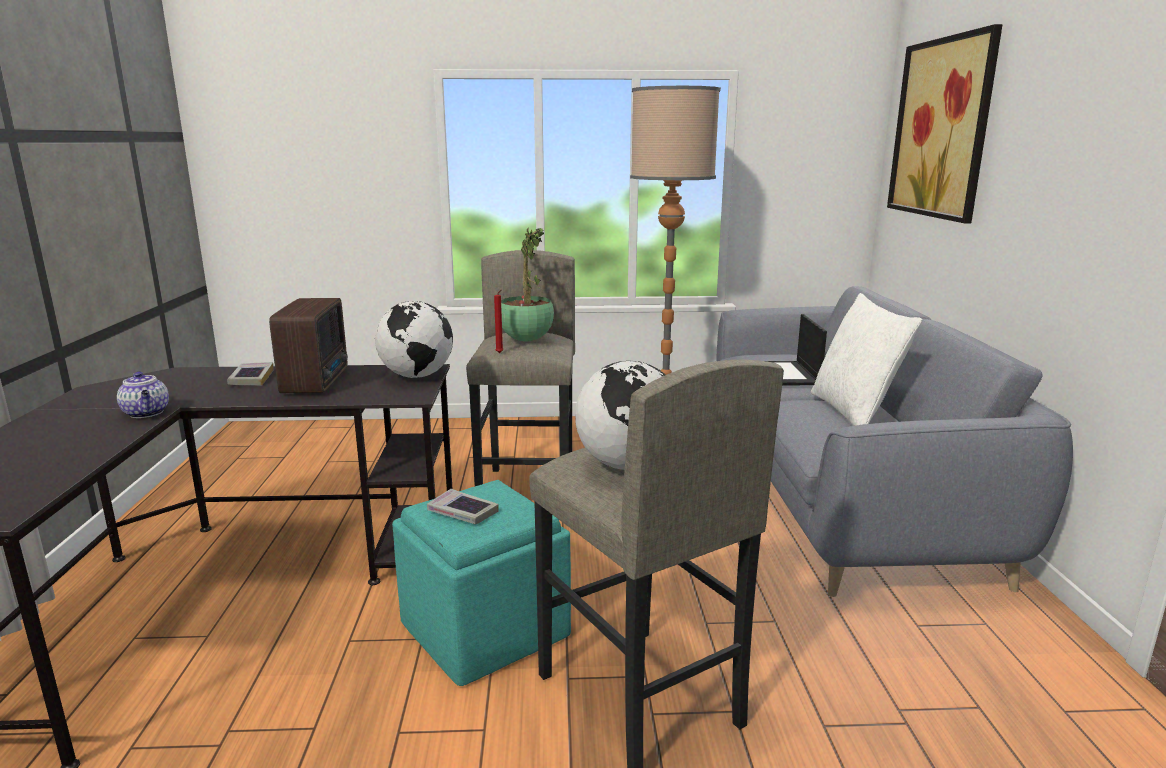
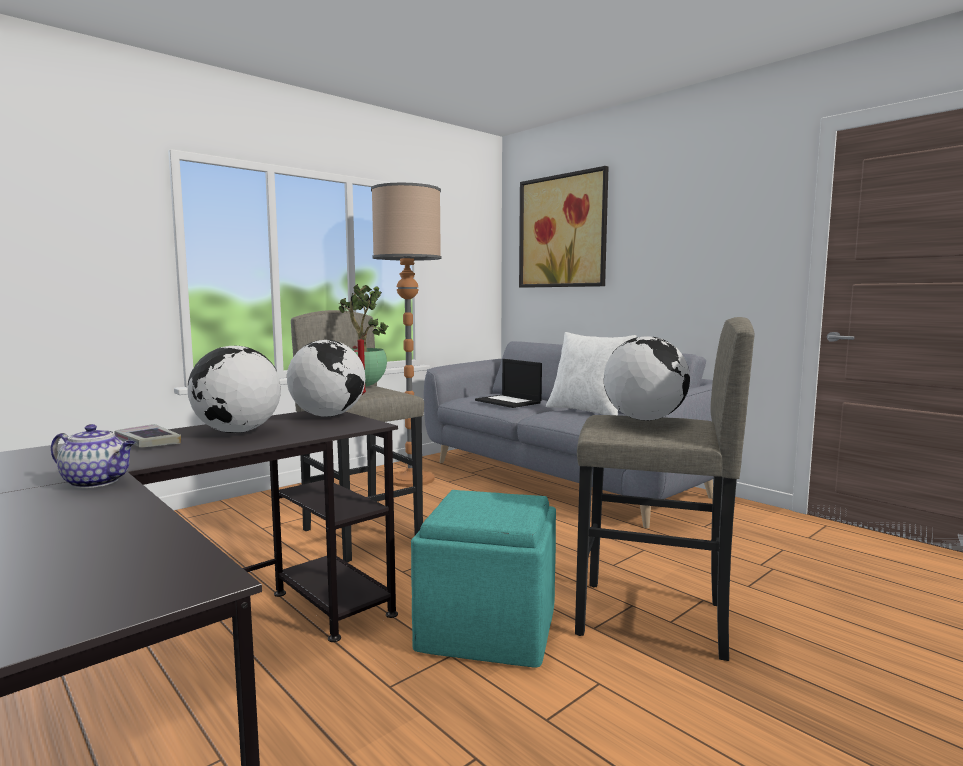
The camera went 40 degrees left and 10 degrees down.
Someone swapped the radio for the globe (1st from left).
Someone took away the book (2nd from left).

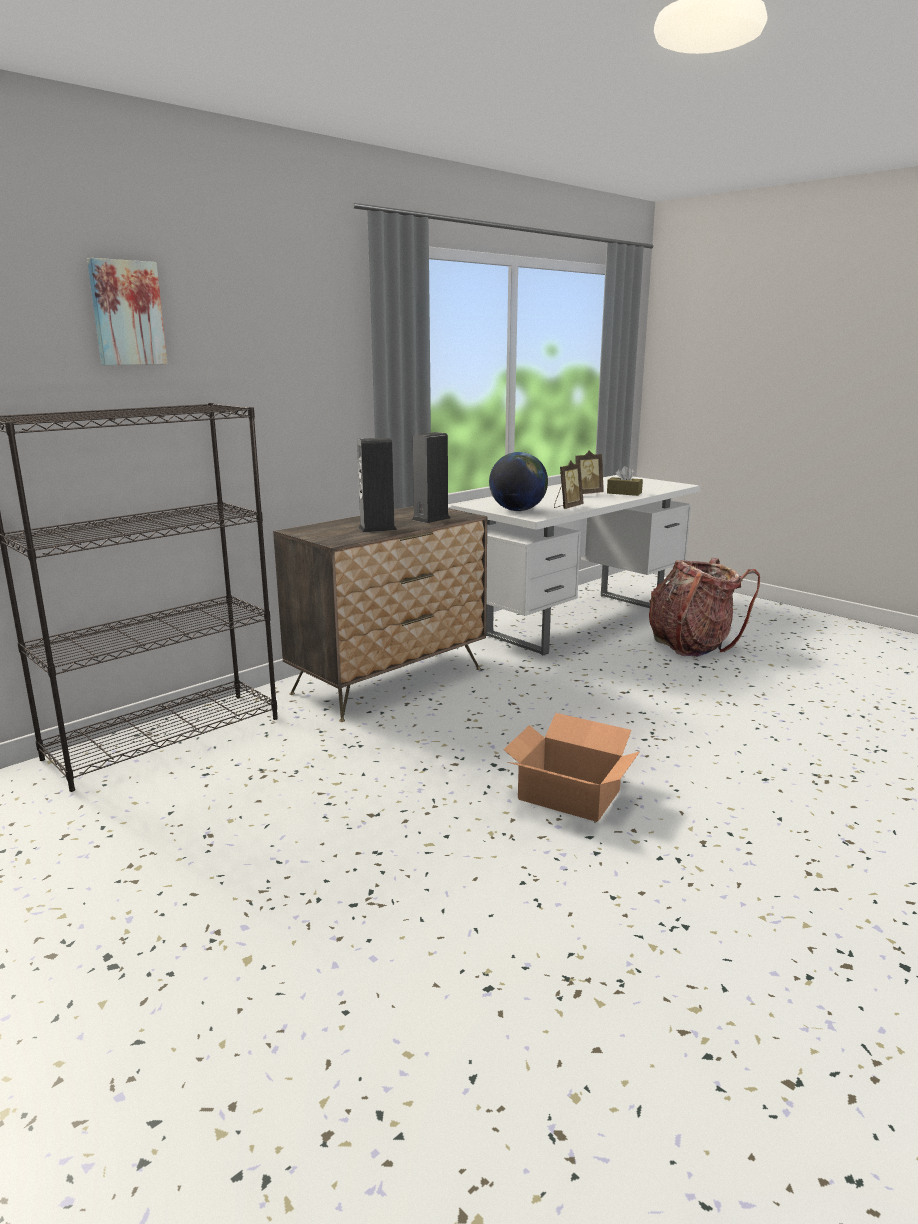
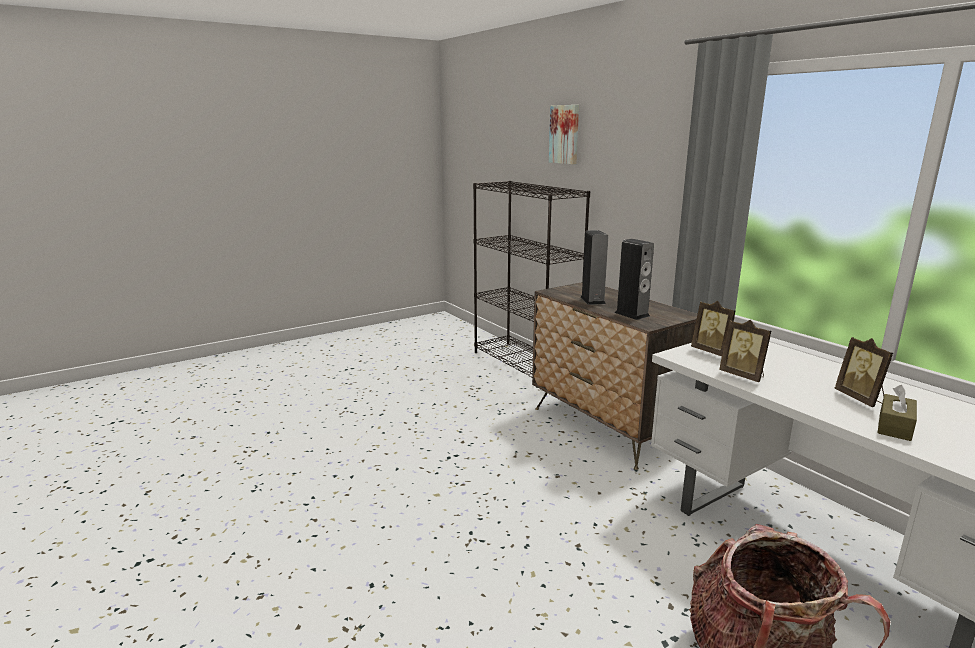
The camera went 100 degrees right and 0 degrees up.
Someone swapped the globe for the picture frame (1st from left).
Someone took away the cardboard box.

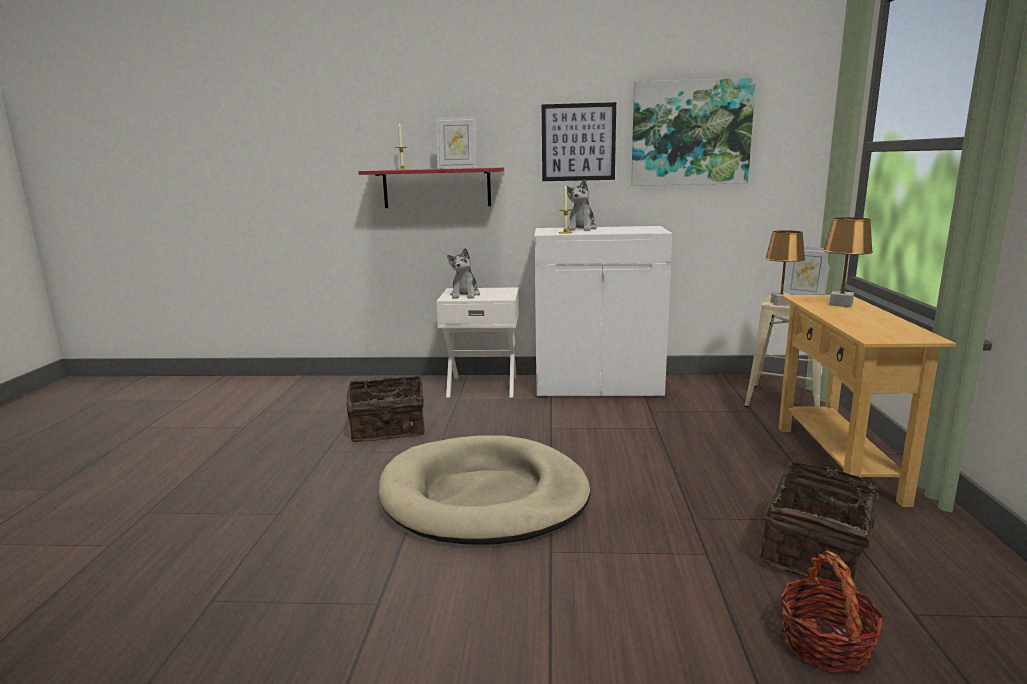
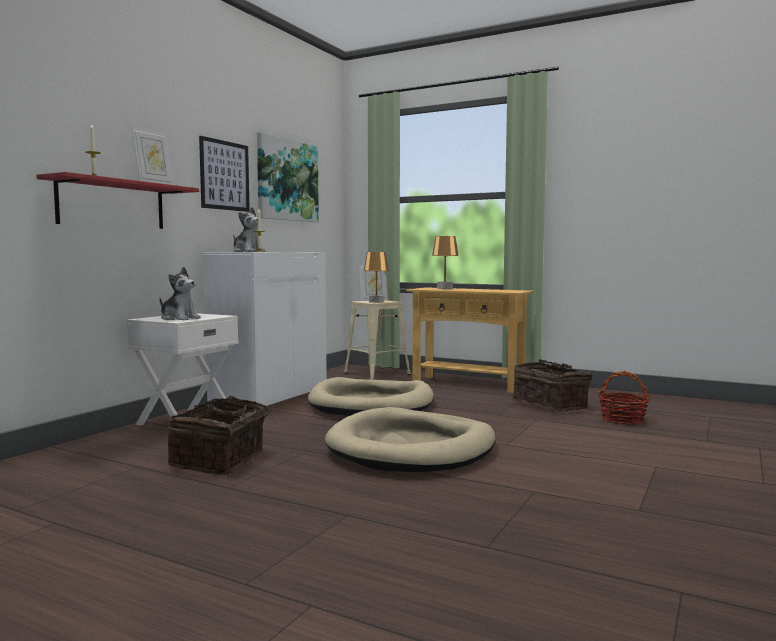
The camera went 65 degrees left and 10 degrees down.
Someone put down the beige dog bed (1st from left).

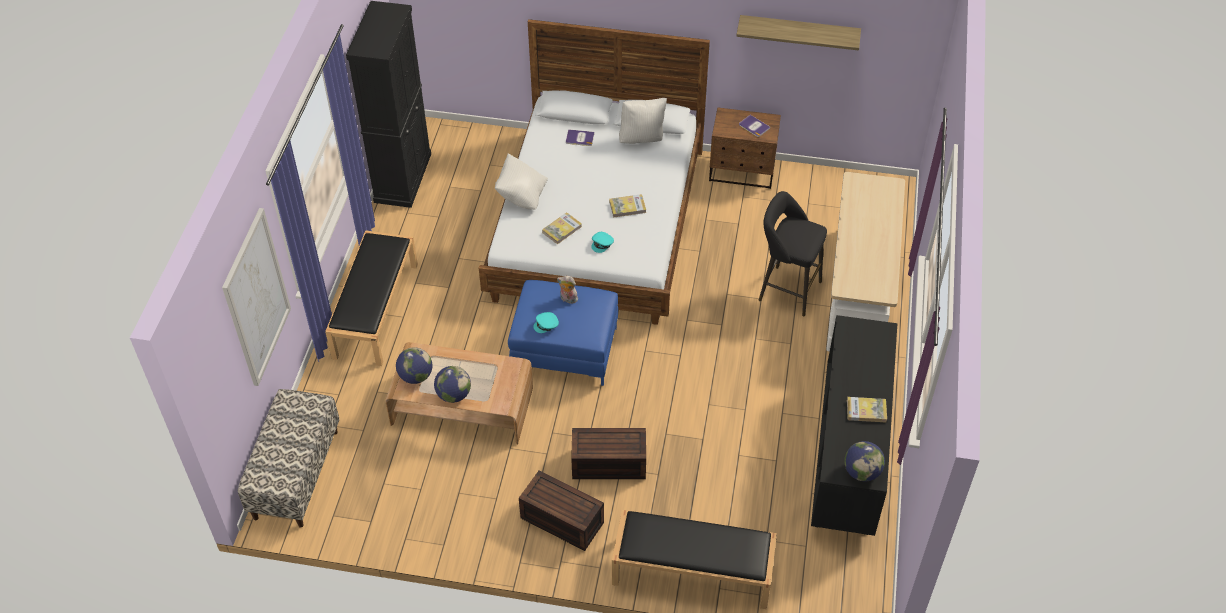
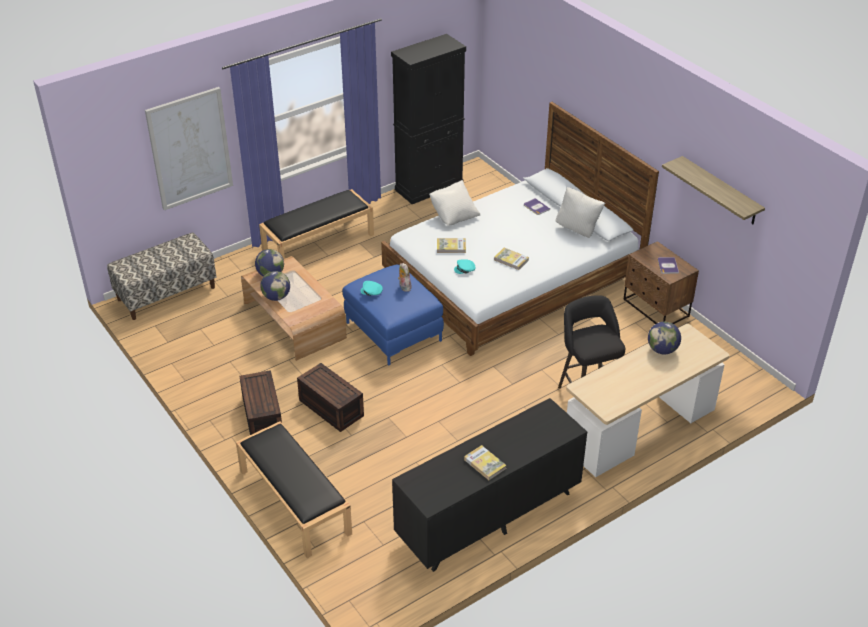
The camera went 45 degrees right and 10 degrees down.
Someone carried the globe (3rd from left).

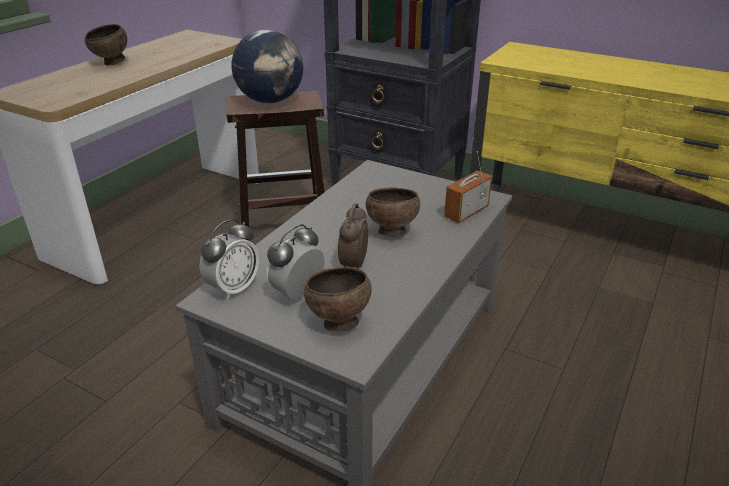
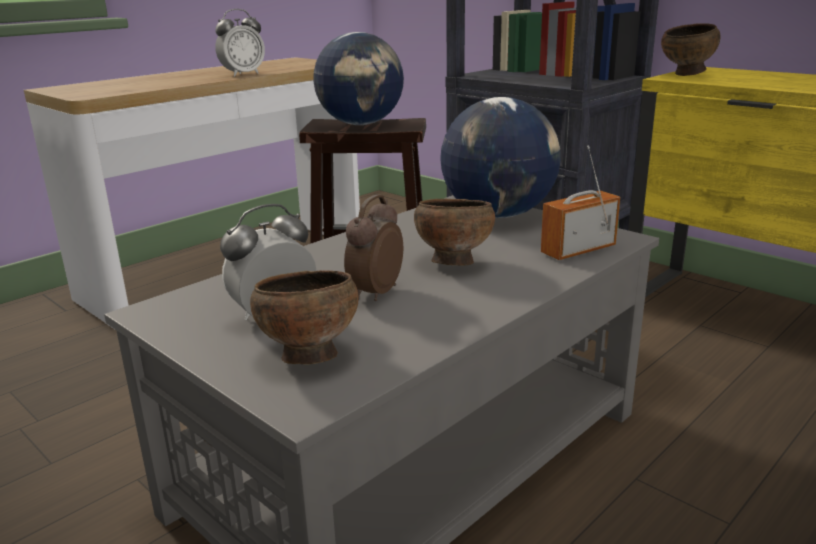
The camera went 15 degrees right and 10 degrees down.
Someone carried the alarm clock (1st from left).
Someone put down the globe (2nd from left).
Someone carried the brown bowl (1st from left in the first image).

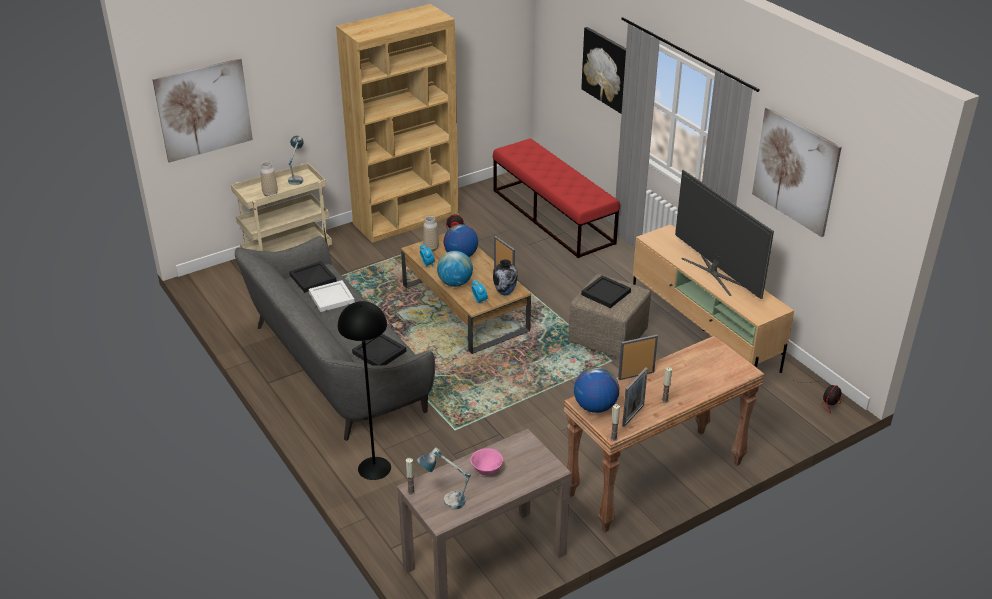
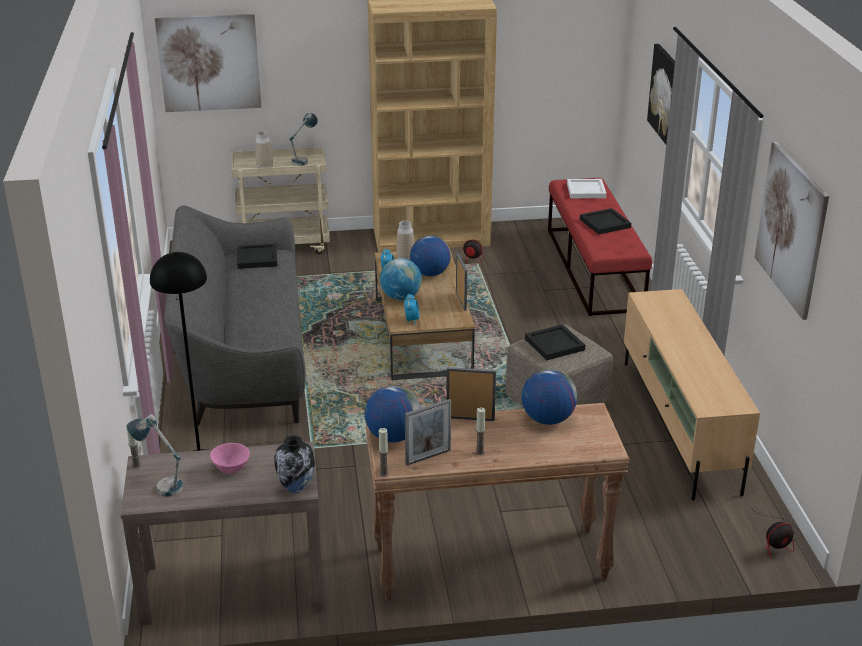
The camera went 25 degrees right and 5 degrees down.
Someone carried the vase (3rd from left in the first image).
Someone put down the globe (4th from left).
Someone carried the white tray.
Someone carried the black tray (2nd from left in the first image).
Someone took away the television.

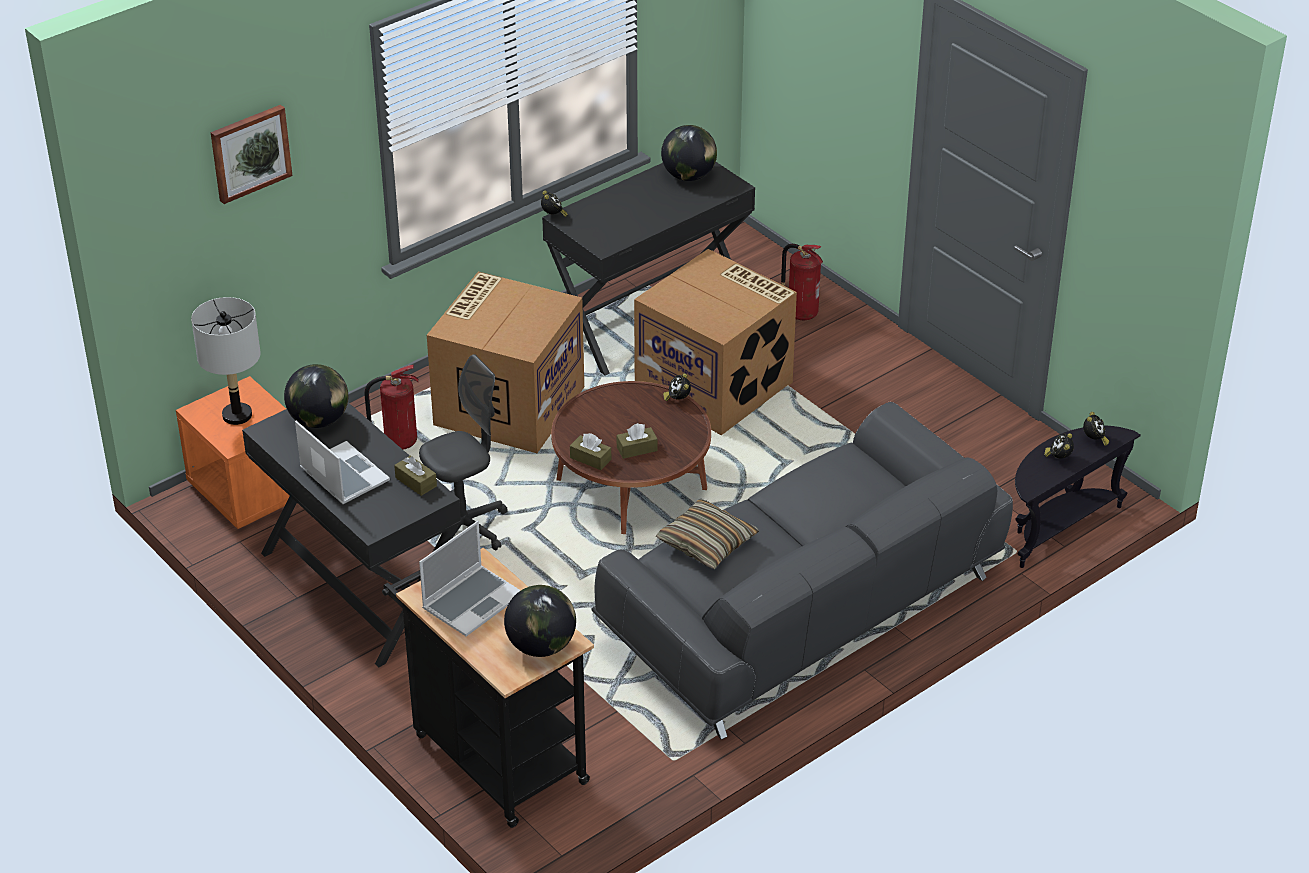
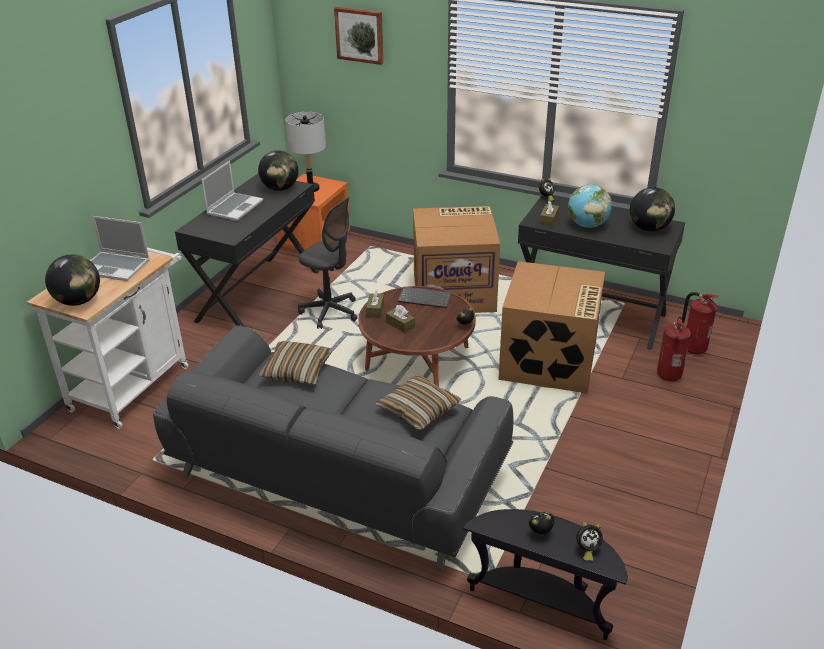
The camera went 65 degrees right and 5 degrees down.
Someone repainted the black cart, which became the white cart.
Someone put down the pillow (2nd from left).
Someone put down the keyboard.
Someone carried the brown tissue box (1st from left in the first image).
Someone put down the globe (3rd from left).
Someone carried the fire extinguisher (1st from left in the first image).

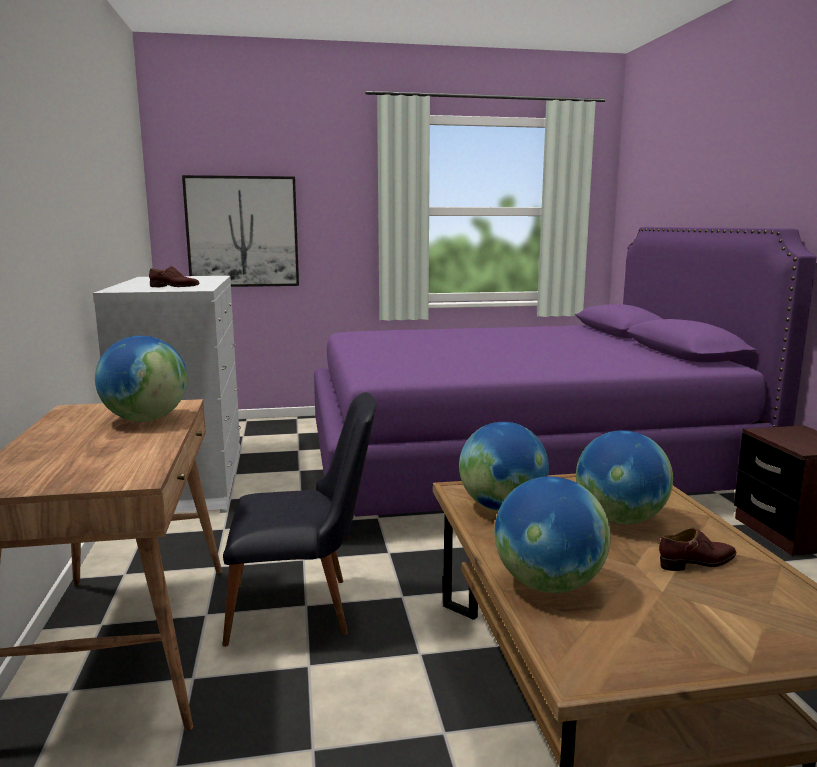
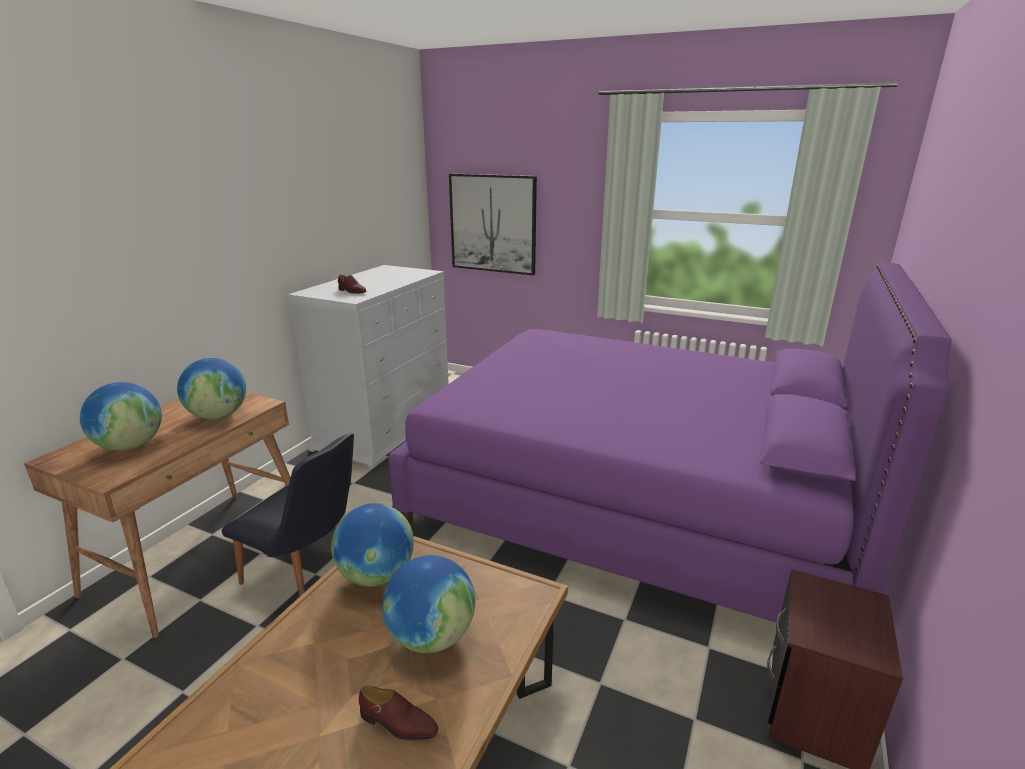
The camera went 35 degrees right and 10 degrees up.
Someone carried the globe (3rd from left in the first image).

